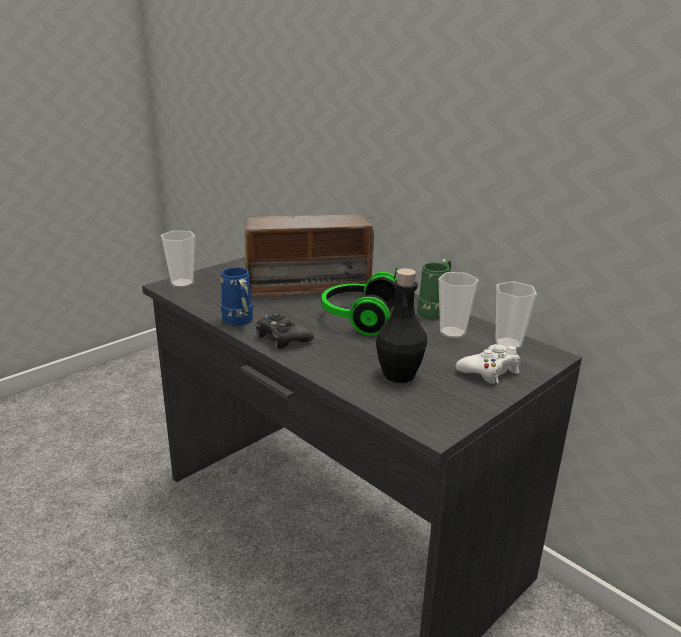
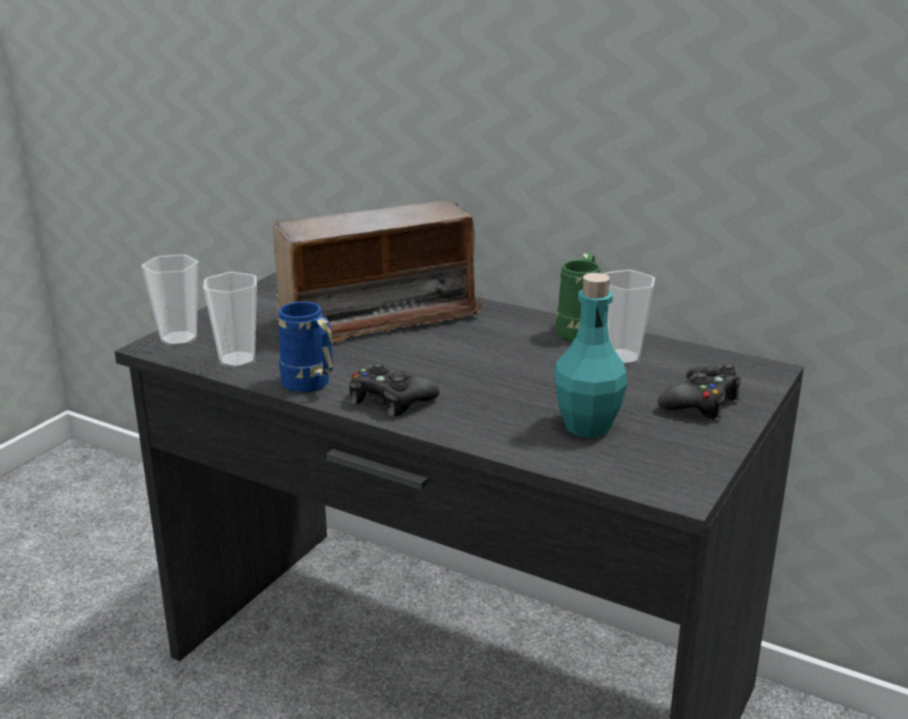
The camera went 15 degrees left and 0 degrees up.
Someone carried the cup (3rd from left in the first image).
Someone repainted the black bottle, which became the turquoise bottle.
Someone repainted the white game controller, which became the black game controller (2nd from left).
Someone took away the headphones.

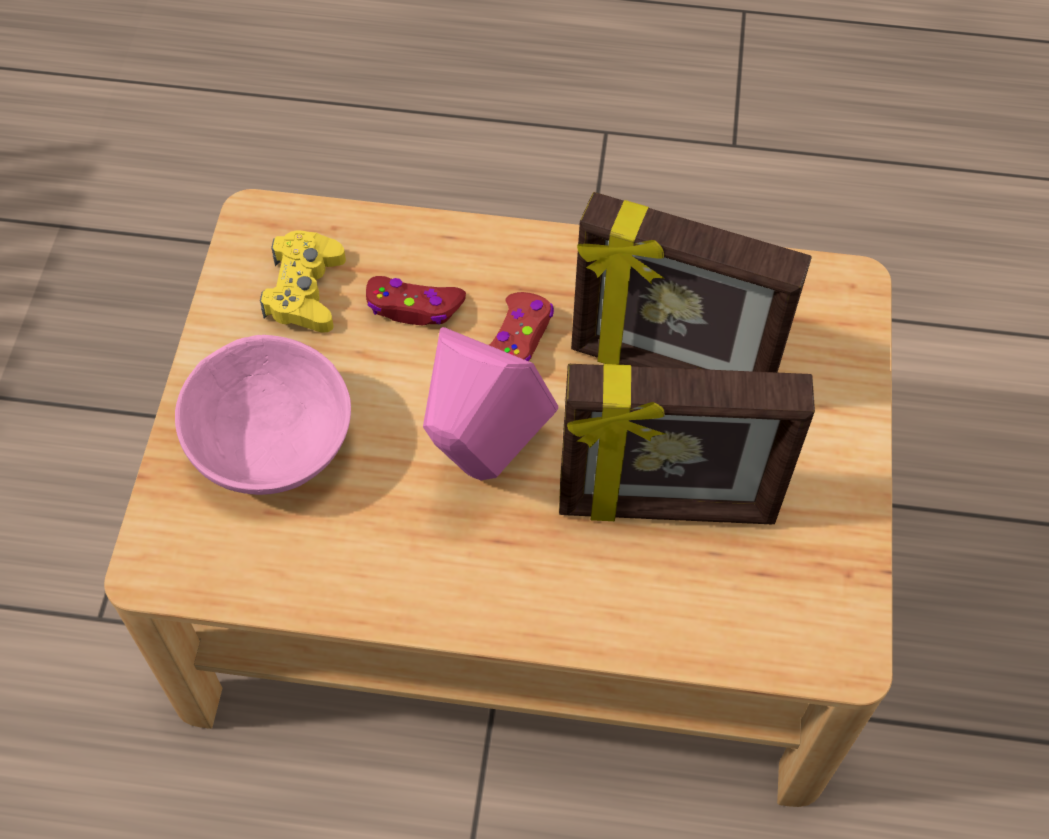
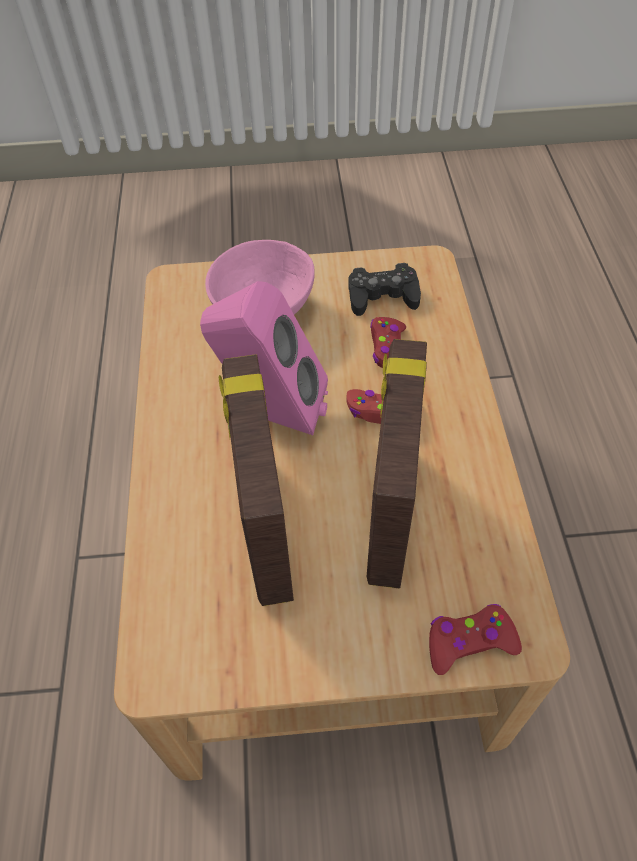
The camera went 80 degrees right and 5 degrees down.
Someone repainted the yellow game controller, which became the black game controller.
Someone put down the red game controller (3rd from left).

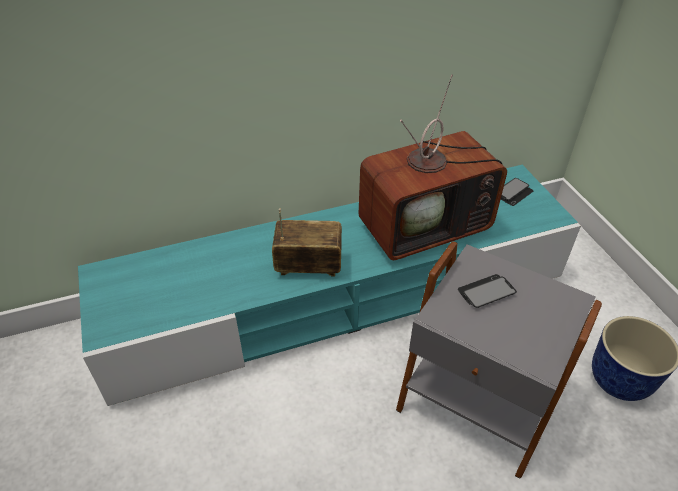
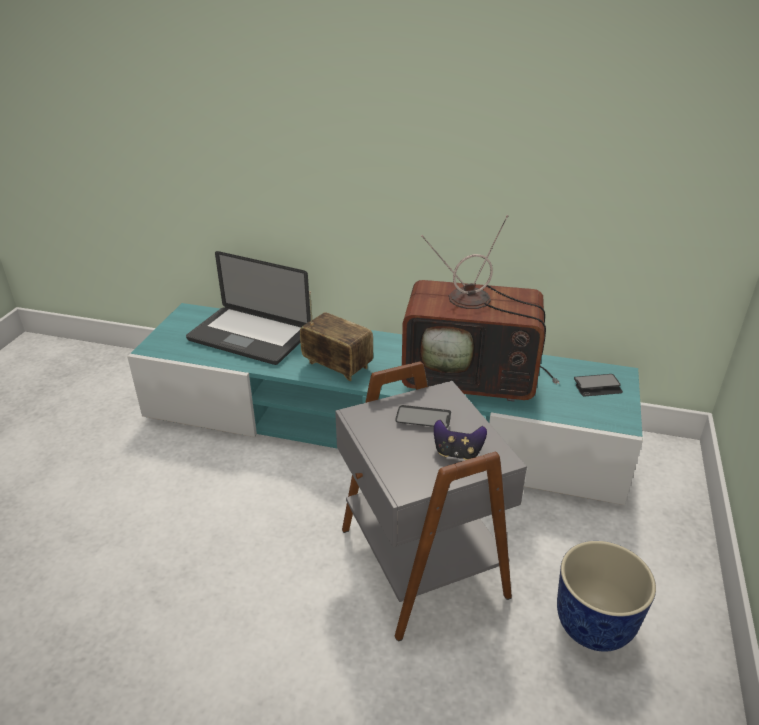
The camera went 35 degrees right and 10 degrees down.
Someone put down the laptop.
Someone put down the game controller.

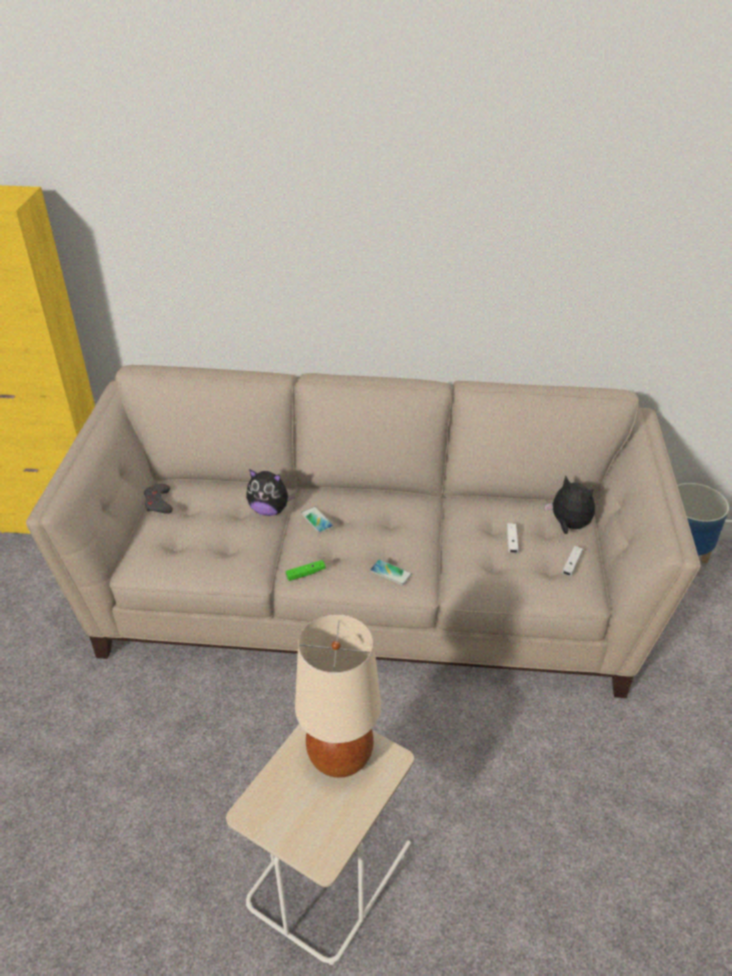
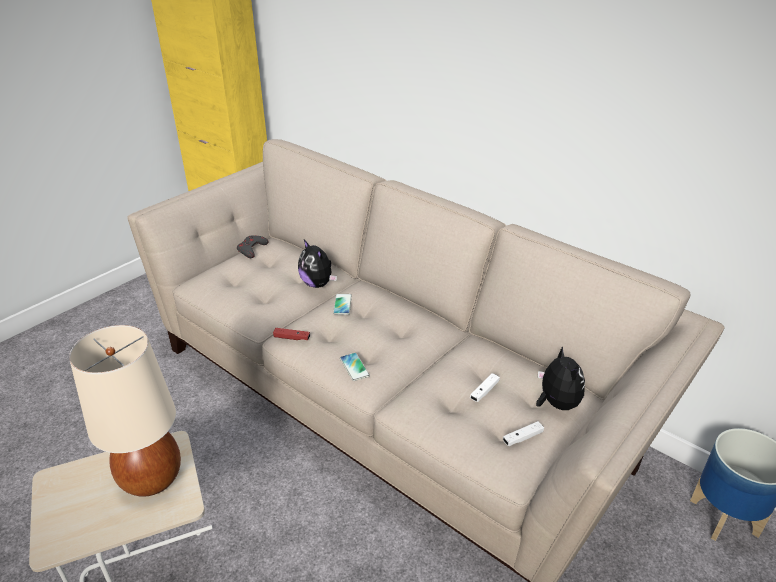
The camera went 35 degrees right and 5 degrees down.
Someone repainted the green game controller, which became the red game controller.

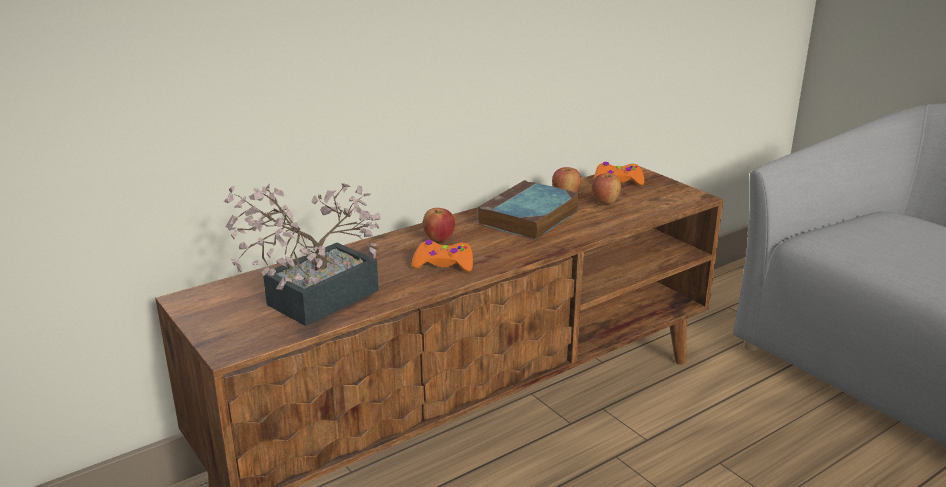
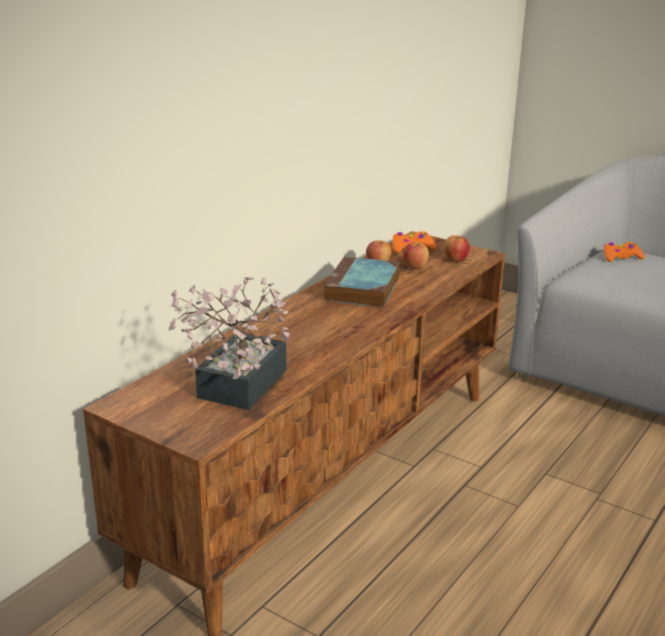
The camera went 20 degrees left and 0 degrees up.
Someone carried the apple (1st from left in the first image).
Someone carried the orange game controller (1st from left in the first image).

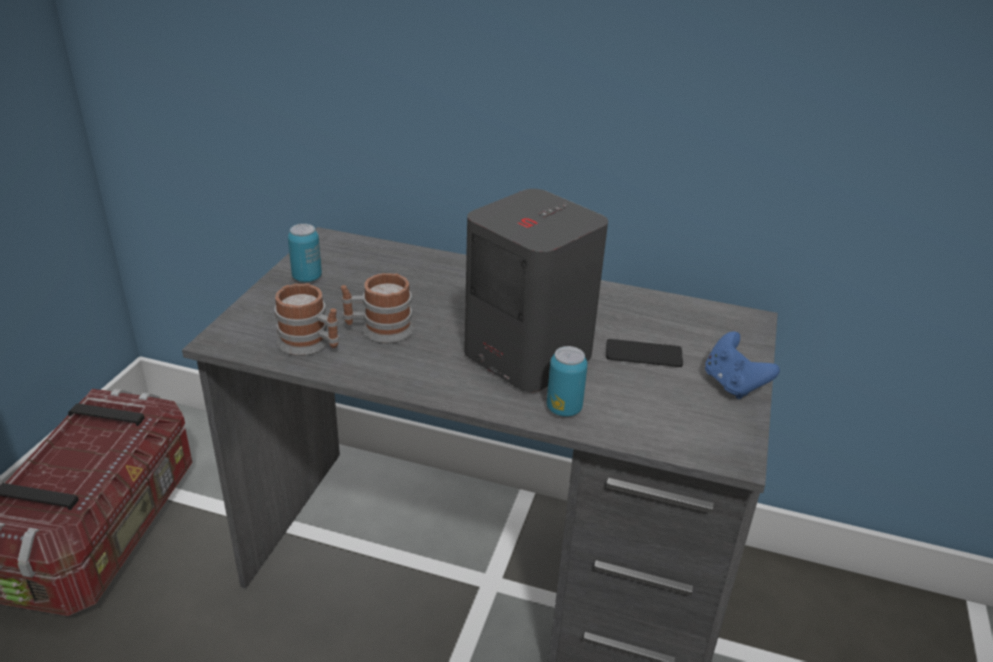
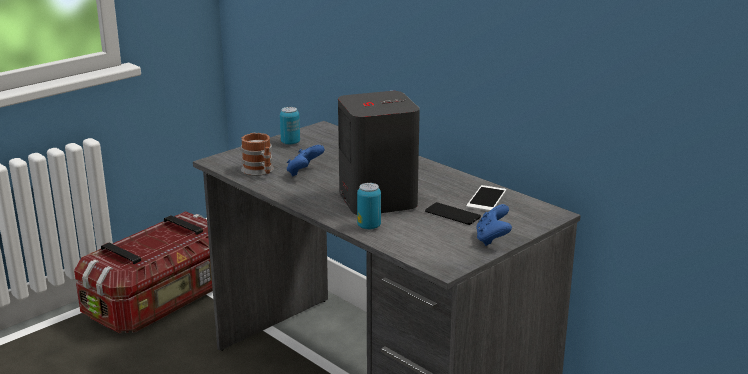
The camera went 30 degrees right and 10 degrees down.
Someone swapped the mug (2nd from left) for the blue game controller (1st from left).
Someone put down the phone (2nd from left).

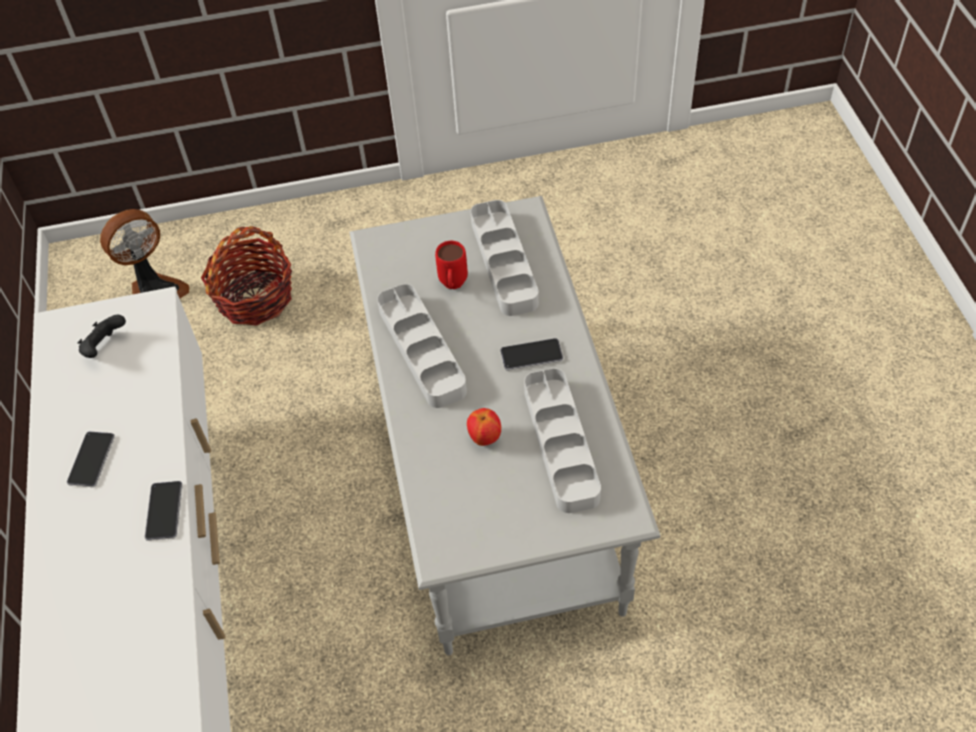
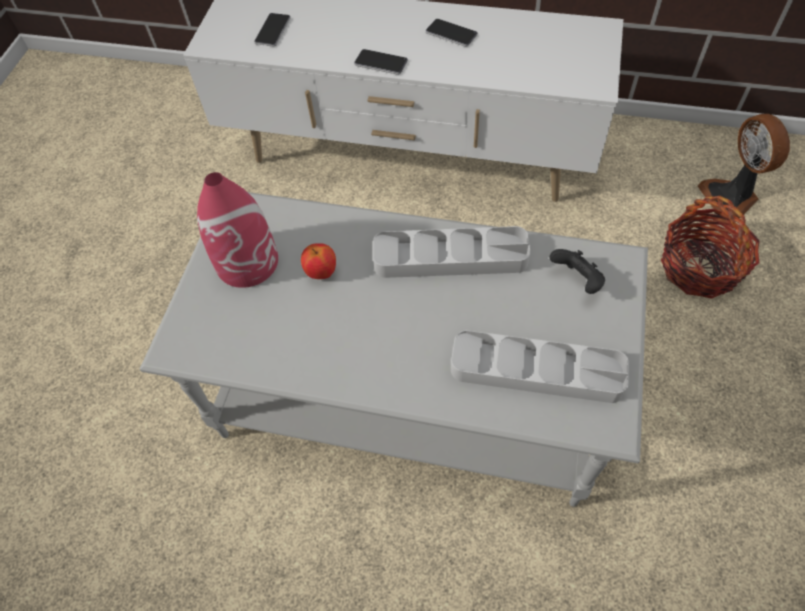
The camera went 115 degrees right and 5 degrees up.
Someone put down the red vase.
Someone carried the phone (3rd from left in the first image).
Someone carried the black game controller.
Someone took away the red mug.
Someone took away the grey tray (3rd from left).

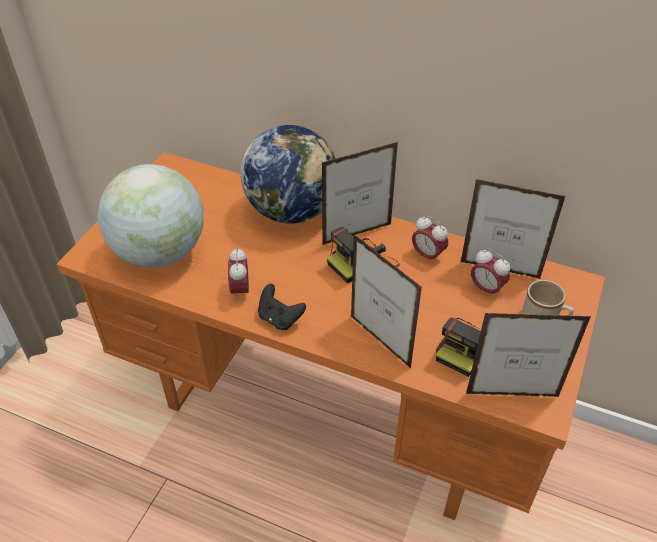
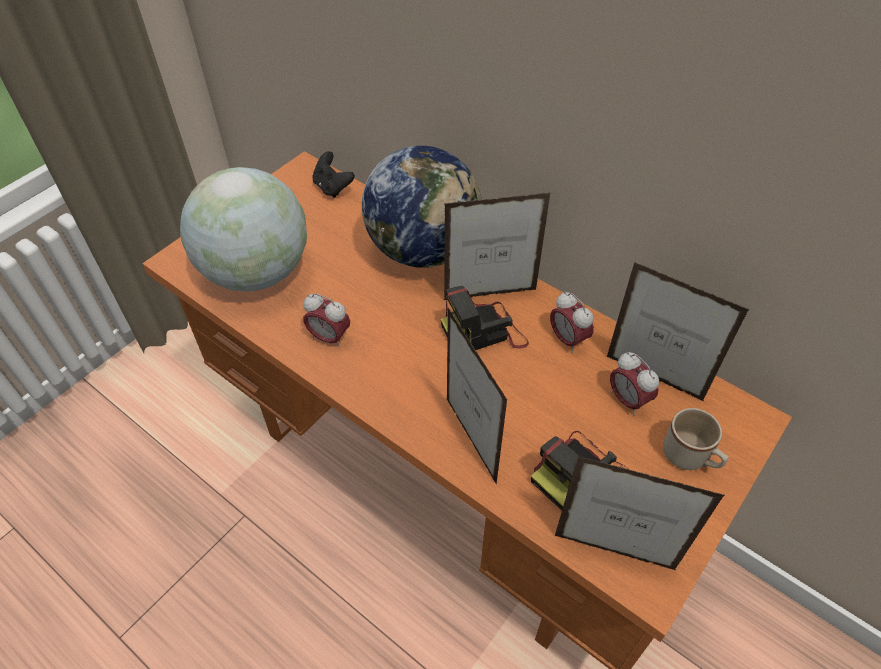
The camera went 15 degrees right and 5 degrees up.
Someone rotated the alarm clock (1st from left) by 75 degrees counterclockwise.
Someone carried the black game controller.

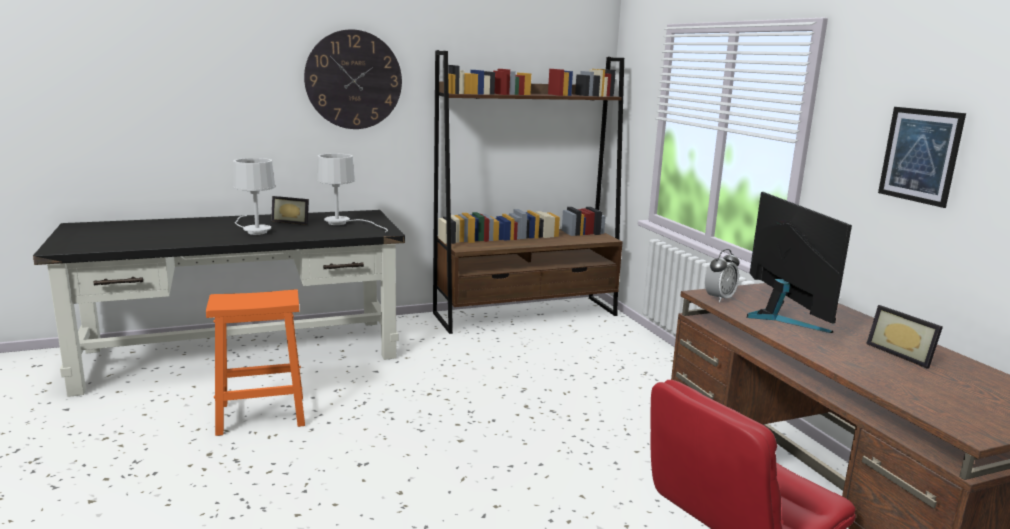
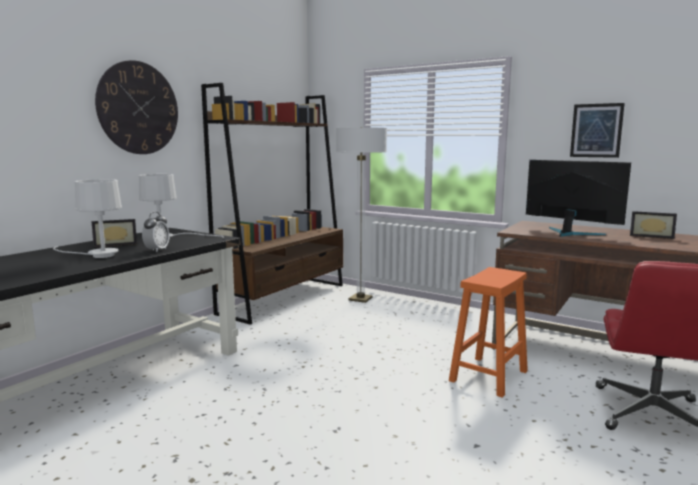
The camera went 35 degrees left and 5 degrees down.
Someone carried the alarm clock.
Someone put down the floor lamp.
Someone carried the orange stool.

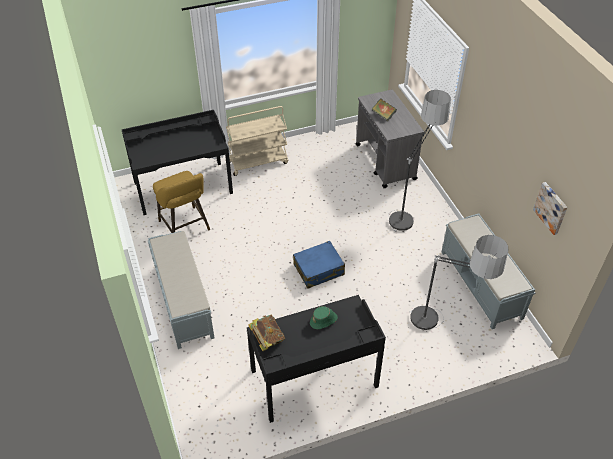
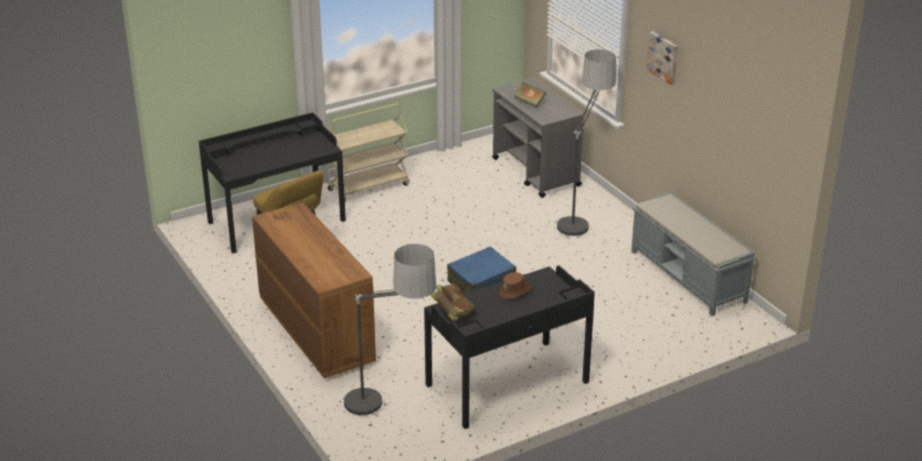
The camera went 10 degrees left and 15 degrees down.
Someone swapped the grey bench (1st from left) for the brown dresser.
Someone carried the floor lamp (2nd from left in the first image).
Someone repainted the green hat, which became the brown hat.
Someone carried the picture.

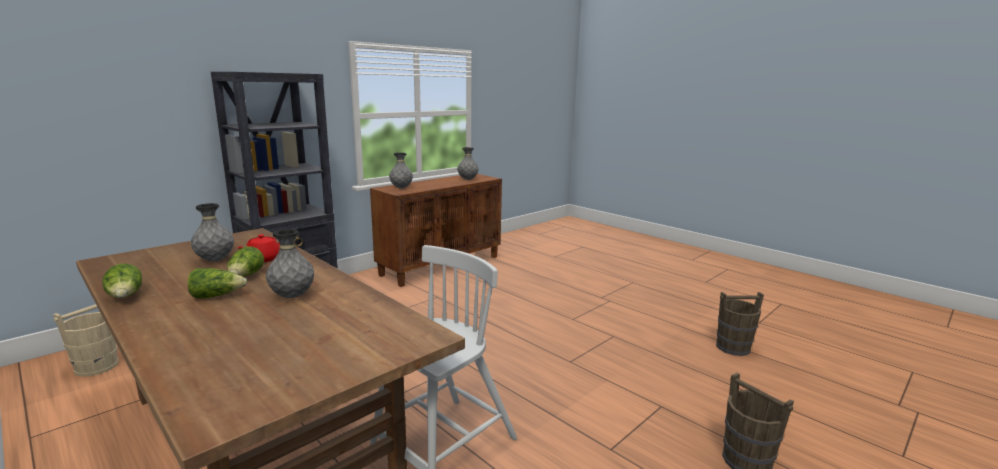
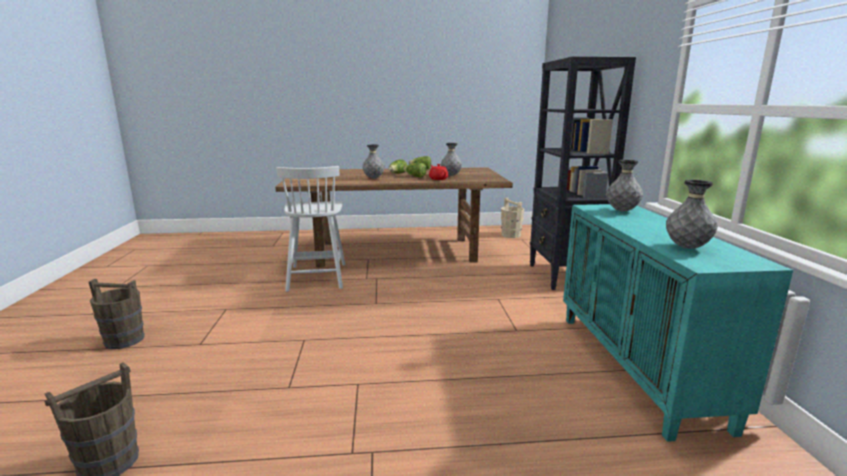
The camera went 130 degrees right and 0 degrees up.
Someone repainted the brown cabinet, which became the turquoise cabinet.

